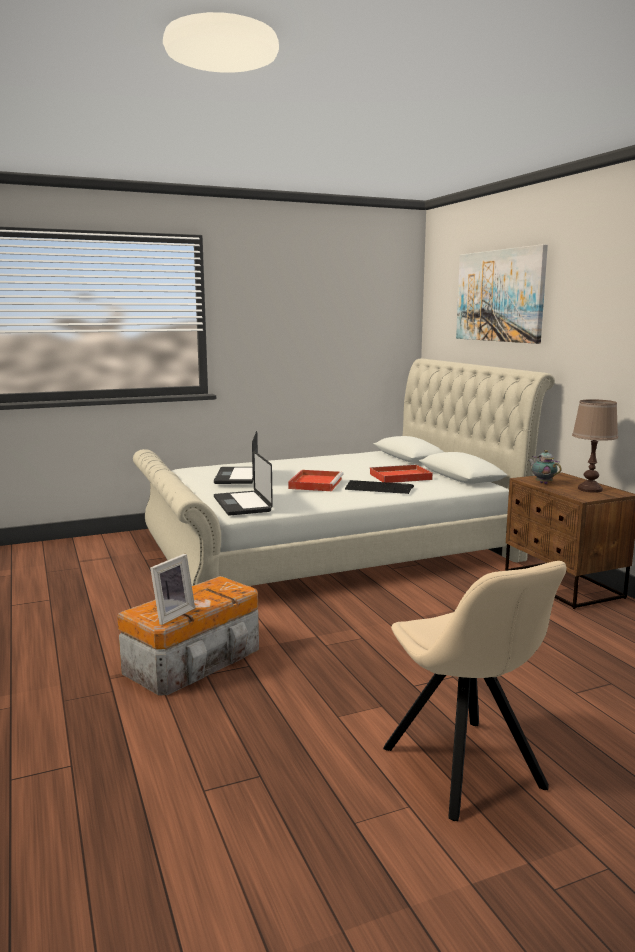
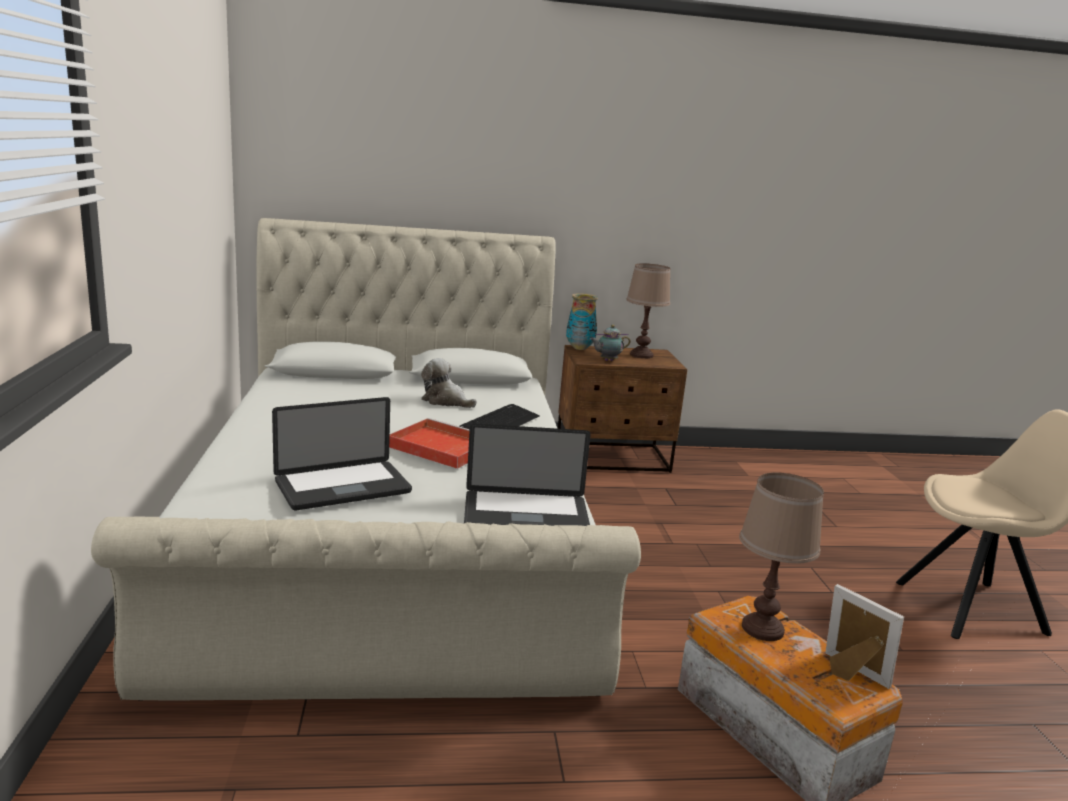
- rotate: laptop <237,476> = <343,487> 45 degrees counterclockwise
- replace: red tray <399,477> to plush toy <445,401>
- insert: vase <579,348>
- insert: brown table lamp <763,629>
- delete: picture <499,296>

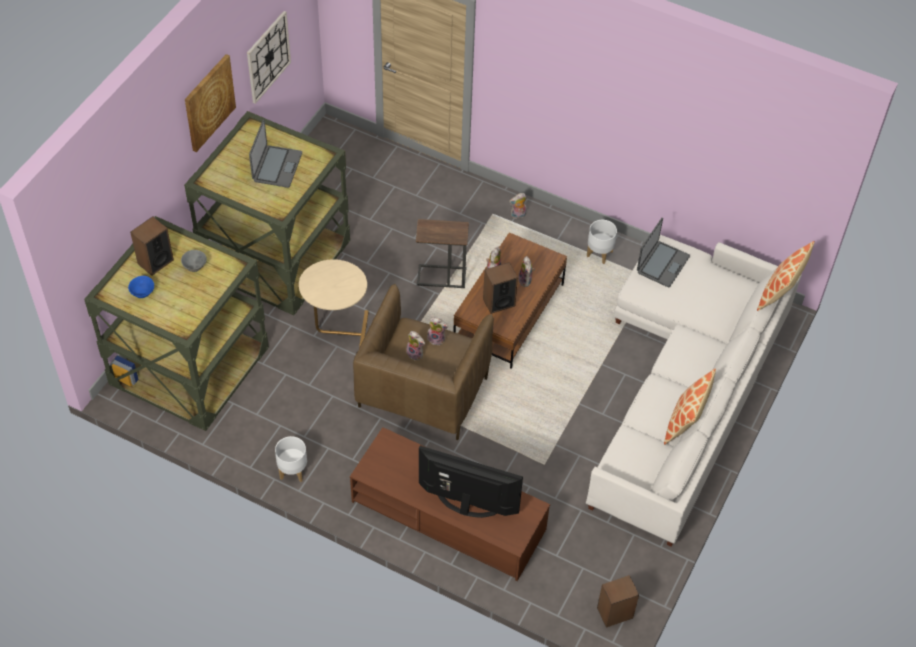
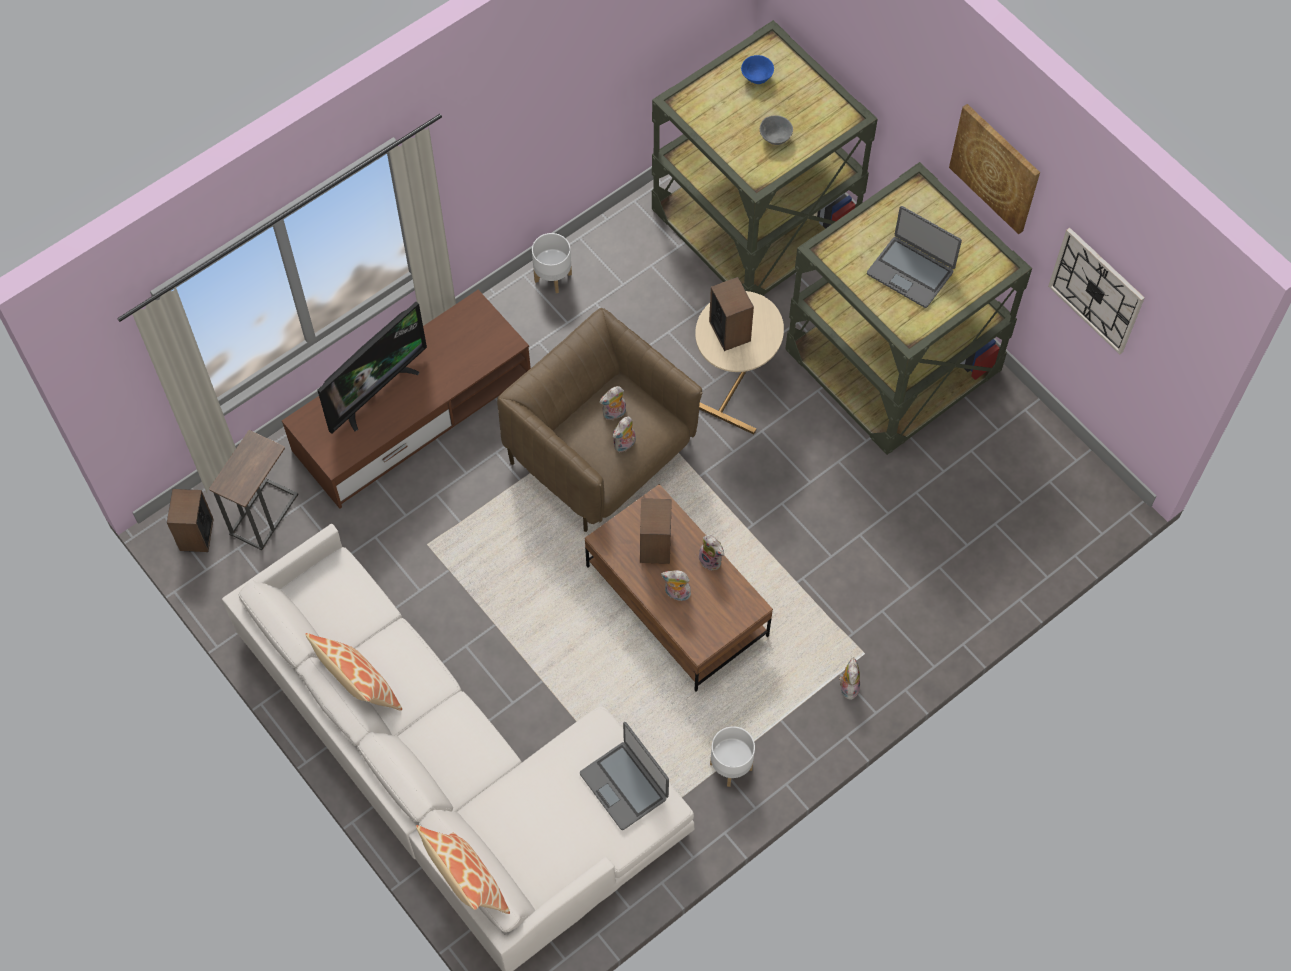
- move: brown side table <442,276> to <264,515>
- move: speaker <155,261> to <730,331>

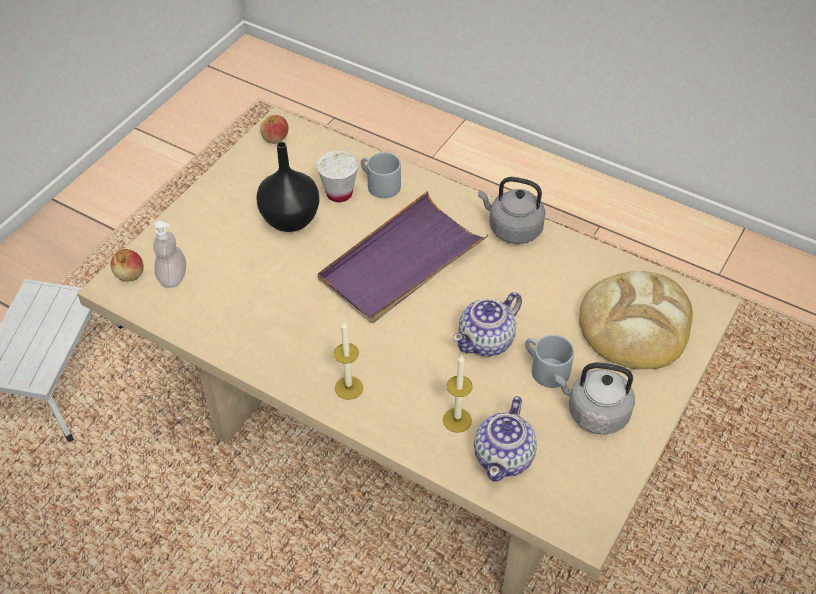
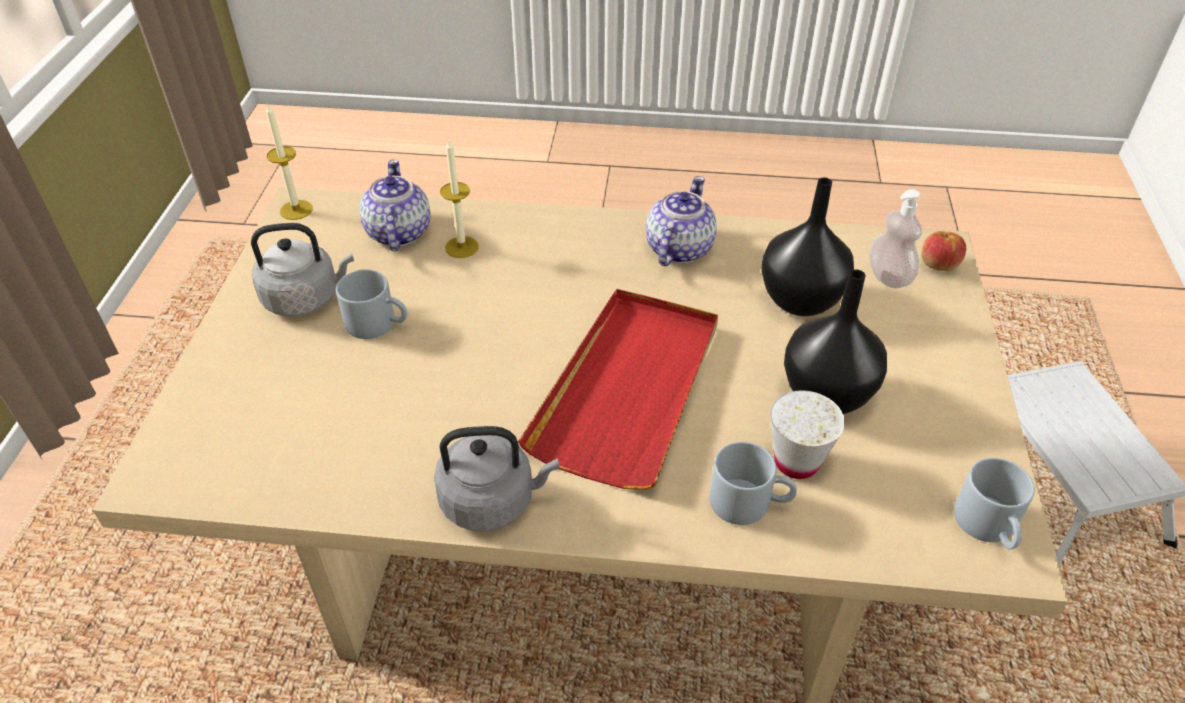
- move: candle <348,388> to <296,210>
- recolor: purple tray <401,262> to red tray <629,389>
- move: teapot <487,341> to <678,249>
- insert: black vase <798,300>
- replace: apple <275,138> to grey mug <990,526>
- delete: bread <635,324>

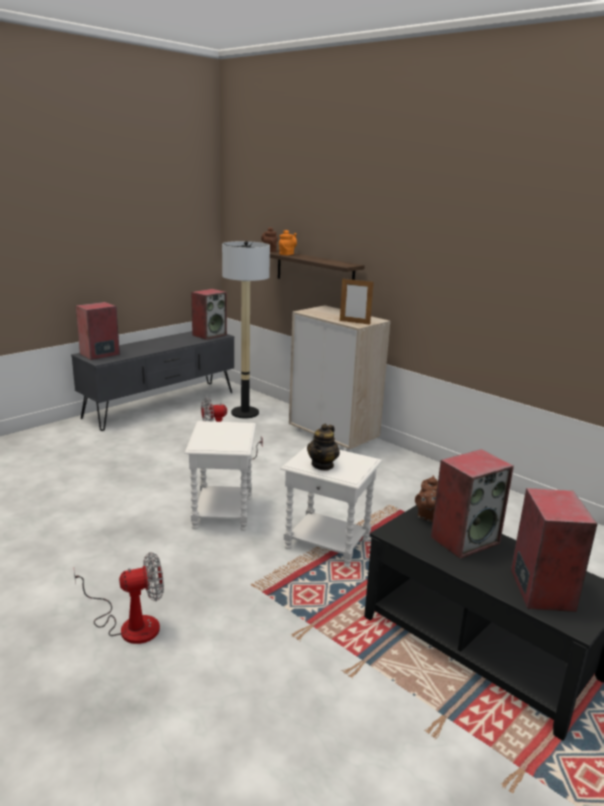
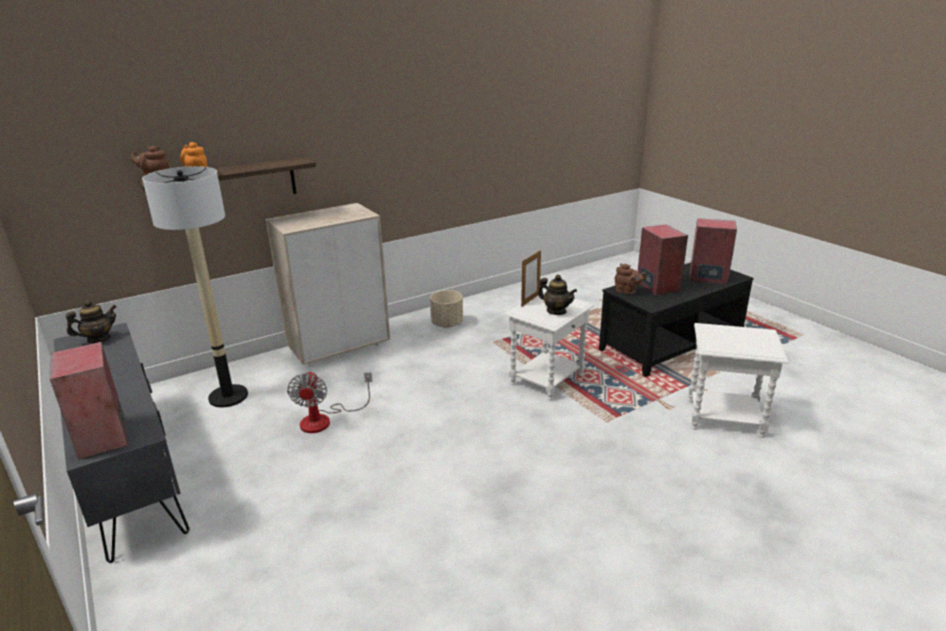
- replace: speaker <209,335> to teapot <98,339>
- insert: beige planter <447,324>
- move: picture frame <354,322> to <530,300>
- move: white side table <221,512> to <724,418>
- delete: fan <129,624>

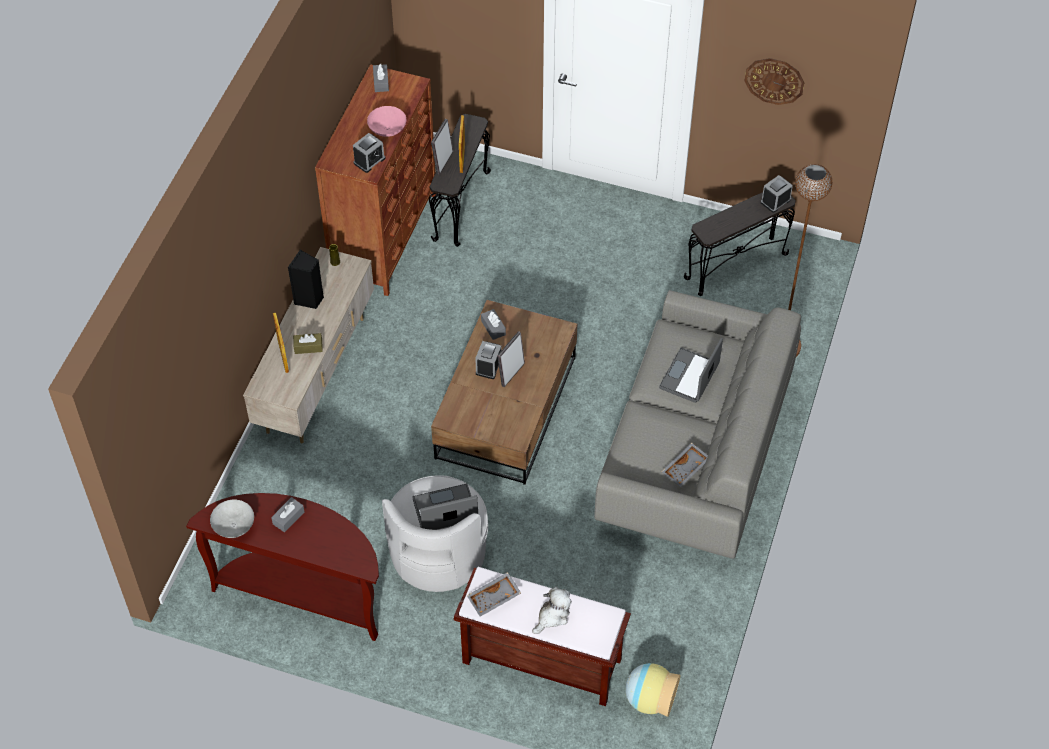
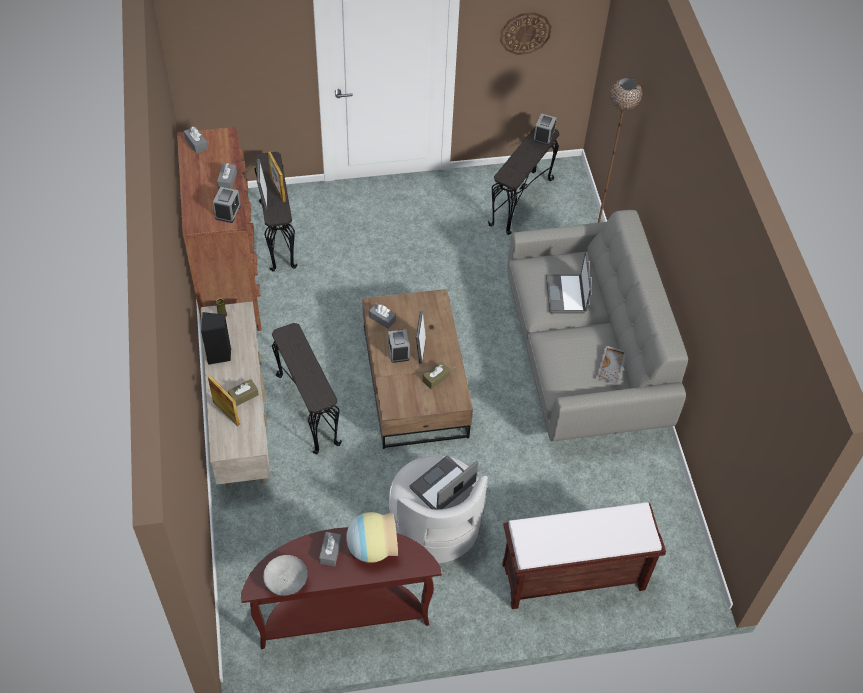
- replace: pink bowl <387,129> to grey tissue box <227,180>
- insert: black side table <308,410>
- move: vase <649,699> to <372,547>
- insert: brown tissue box <436,378>
- delete: grey tray <494,598>
- delete: plush toy <552,616>

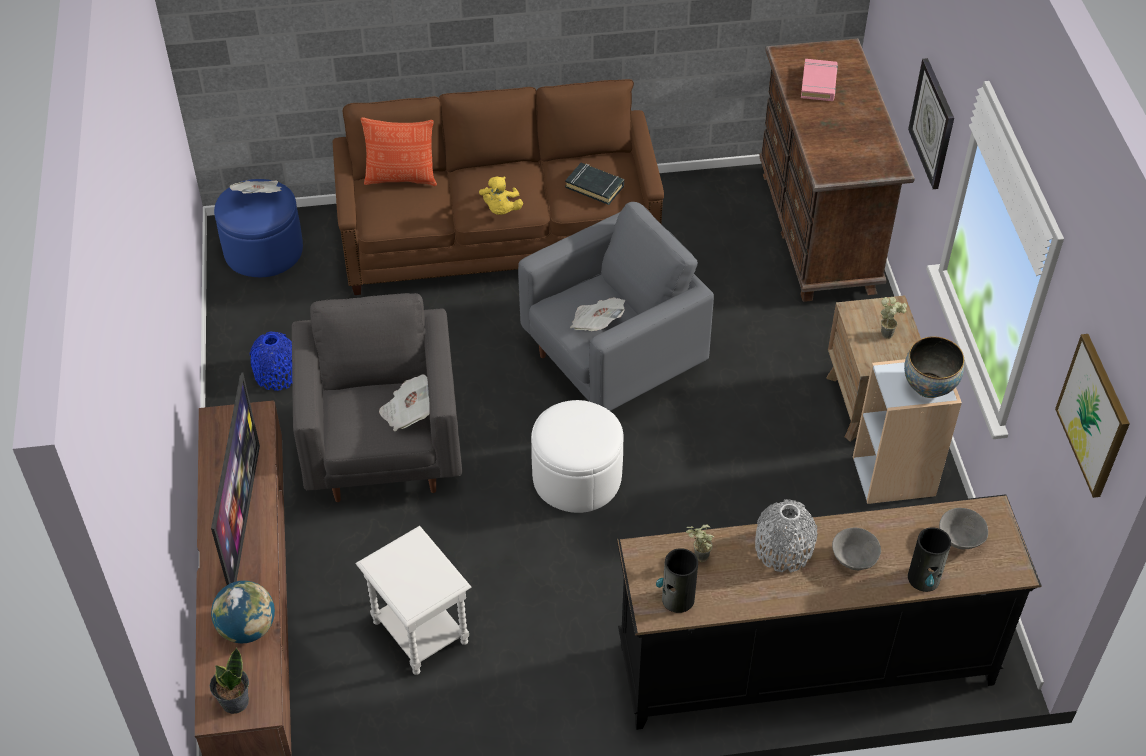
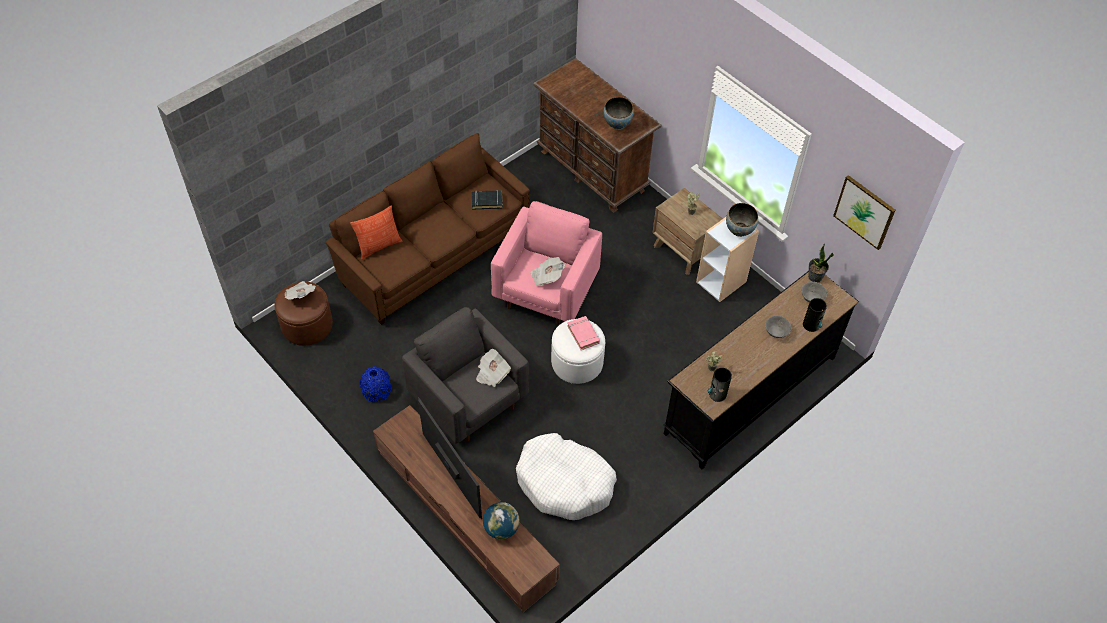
- recolor: blue ottoman <263,250> to brown ottoman <307,325>
- recolor: grey armchair <613,361> to pink armchair <546,292>
- replace: white side table <419,632> to white dog bed <564,483>
- move: pink book <819,83> to <583,334>
- insert: bowl <617,124>
- move: potted plant <234,701> to <815,277>
- delete: yellow plush toy <501,210>
- delete: grey vase <783,549>
- delete: wall clock <933,123>

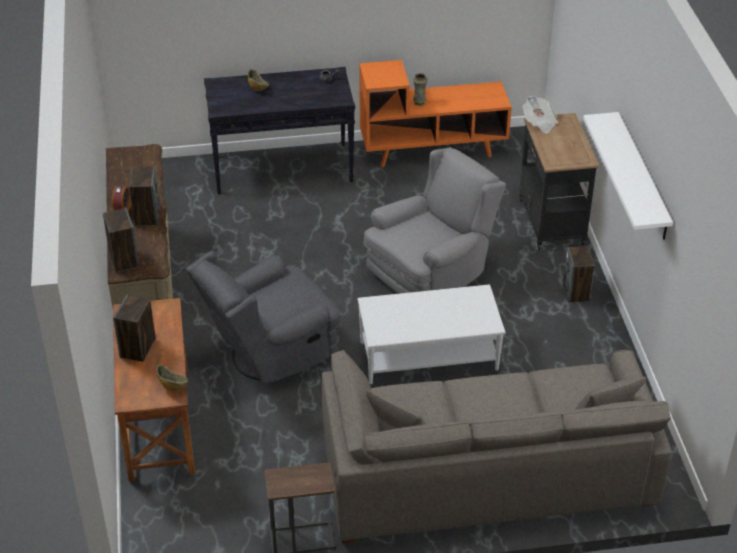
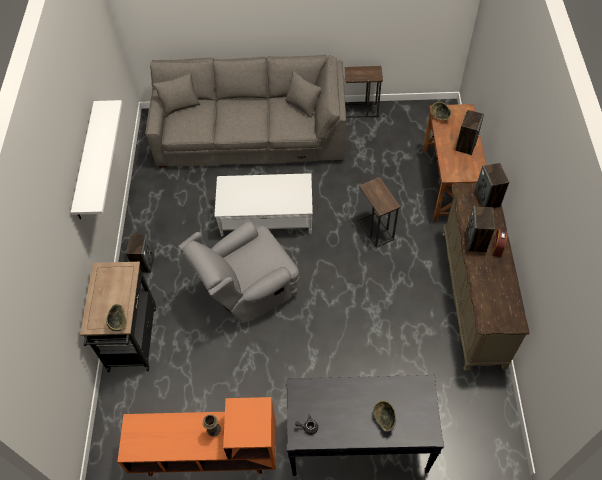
- replace: newspaper <539,123> to bowl <119,323>
- replace: grey armchair <269,354> to brown side table <376,229>

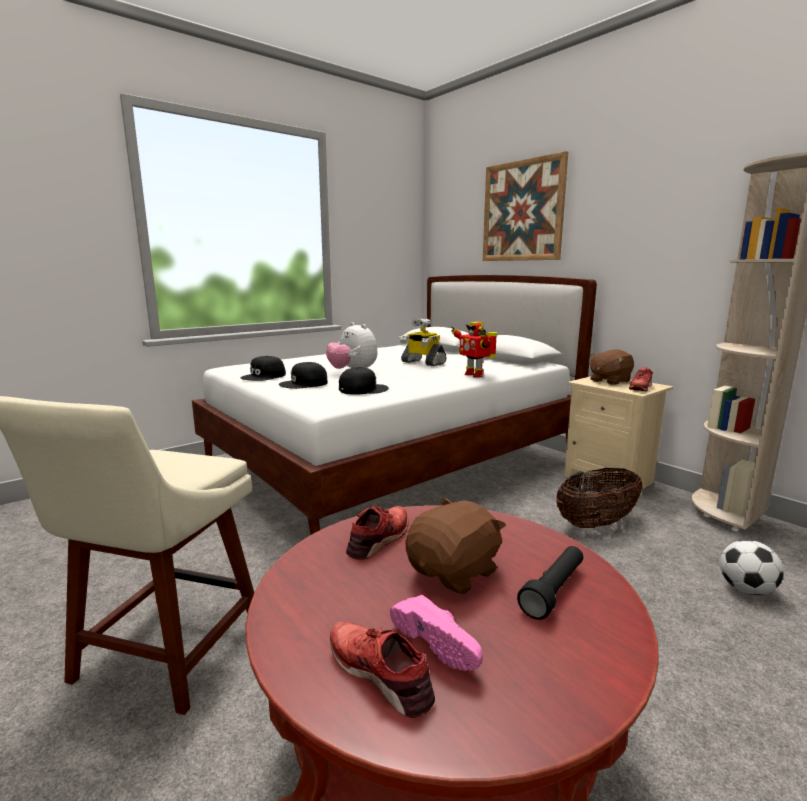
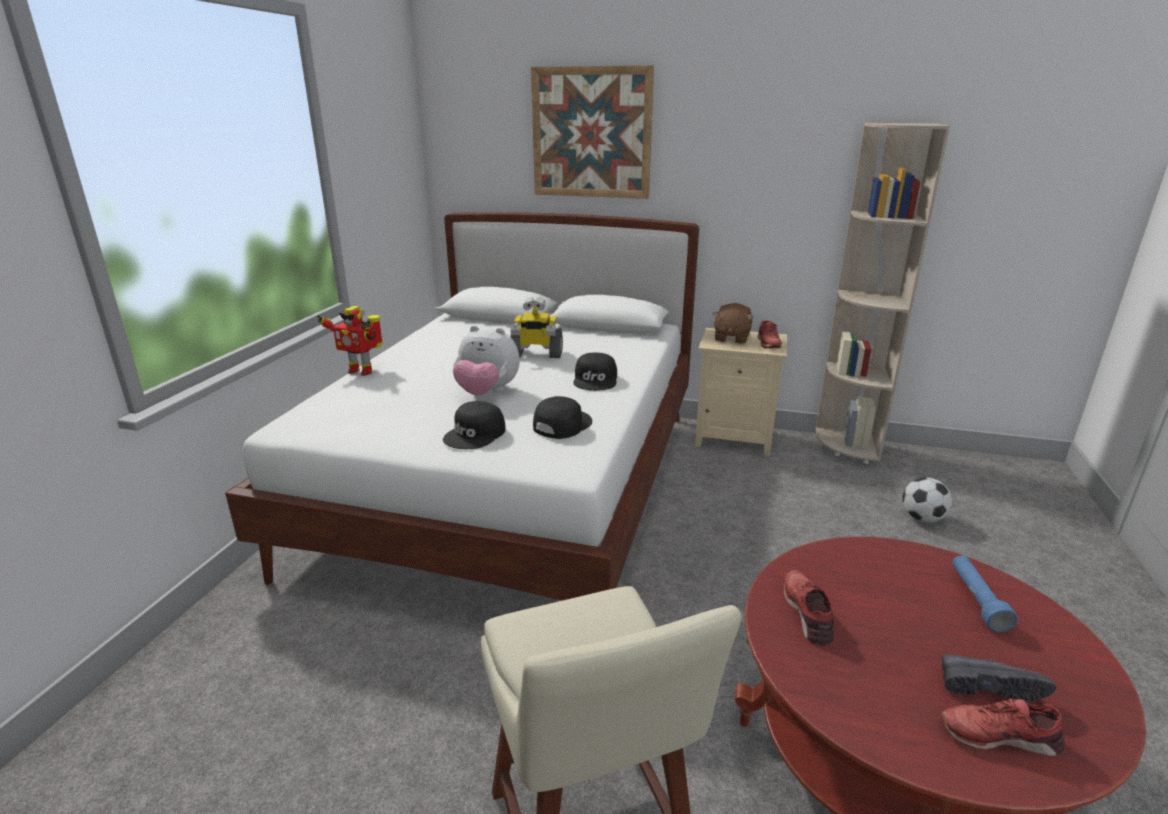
- move: toy robot <474,375> to <361,371>
- move: black cap <264,376> to <596,380>
- recolor: pink shoe <440,642> to black shoe <988,687>
- recolor: black flashlight <554,591> to blue flashlight <976,600>
- delete: brown plush toy <454,572>
- delete: basket <596,523>

